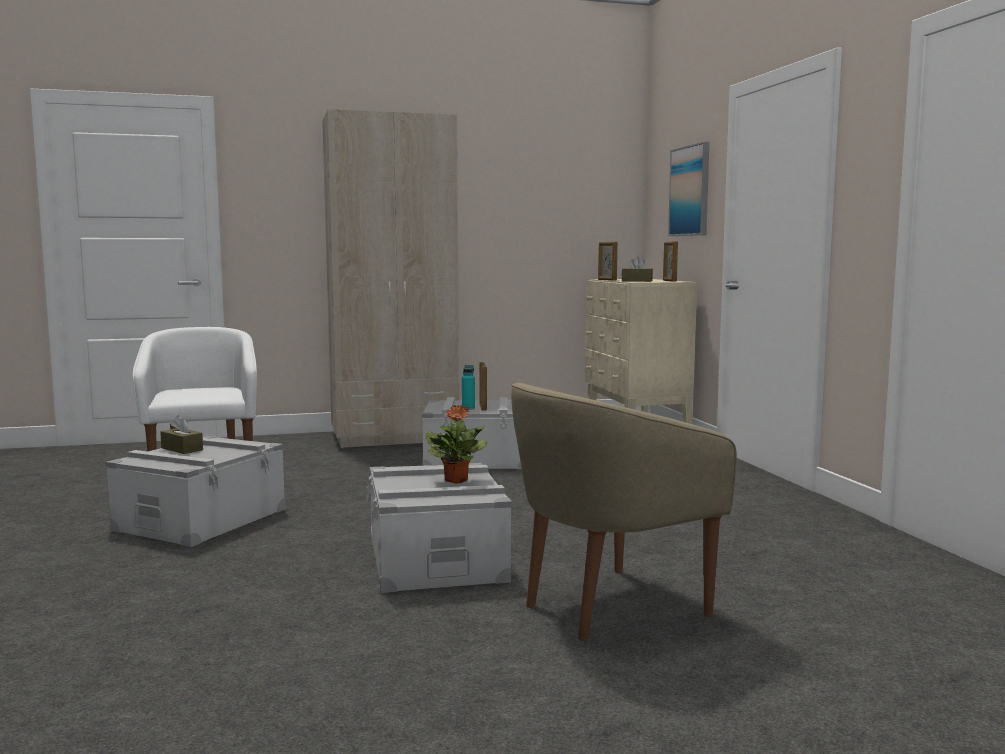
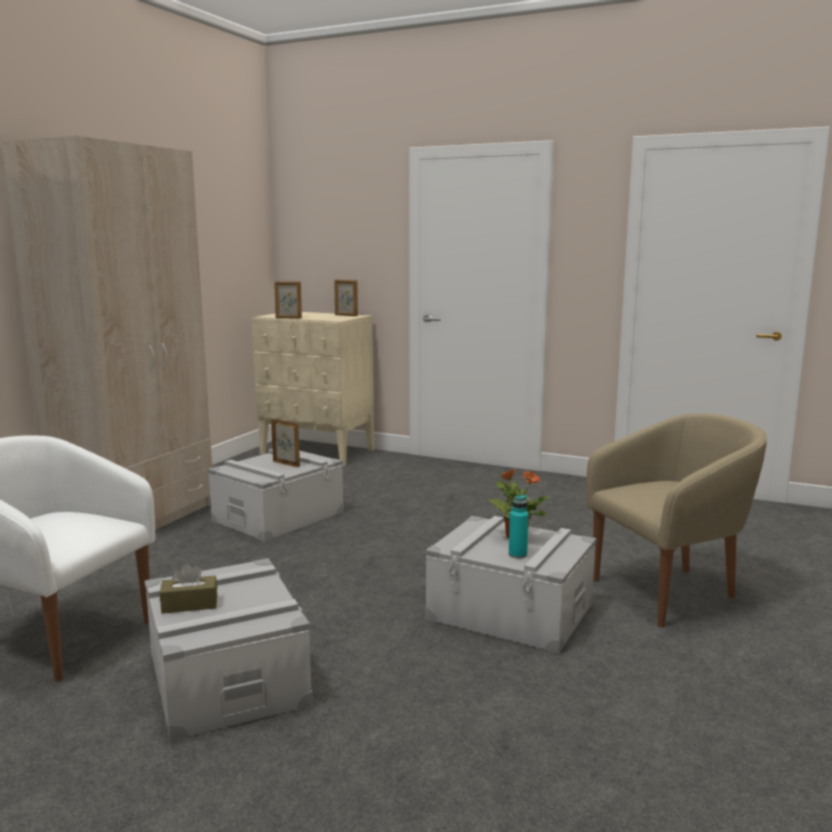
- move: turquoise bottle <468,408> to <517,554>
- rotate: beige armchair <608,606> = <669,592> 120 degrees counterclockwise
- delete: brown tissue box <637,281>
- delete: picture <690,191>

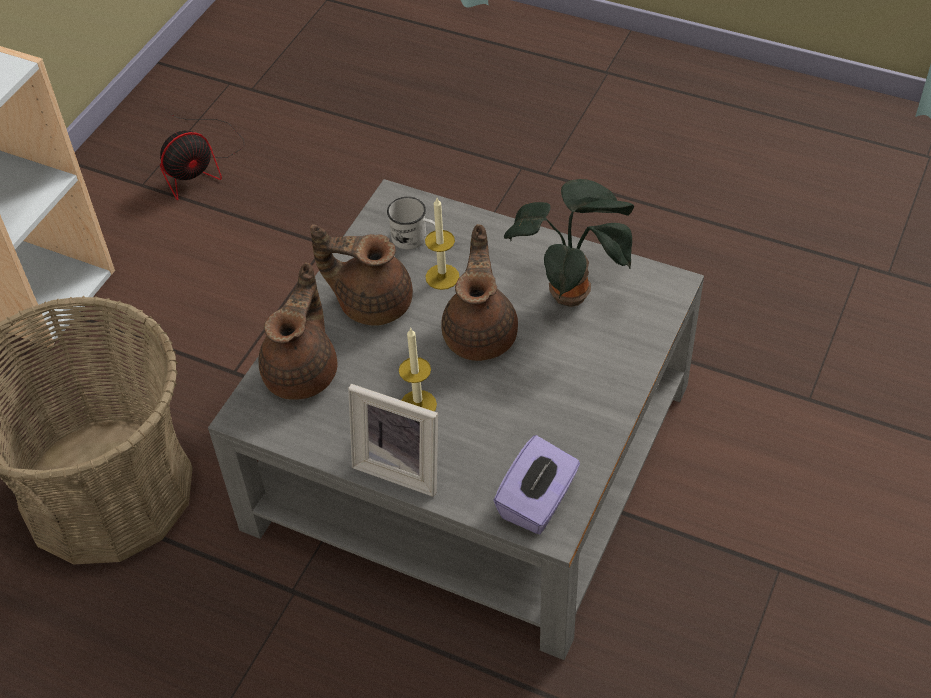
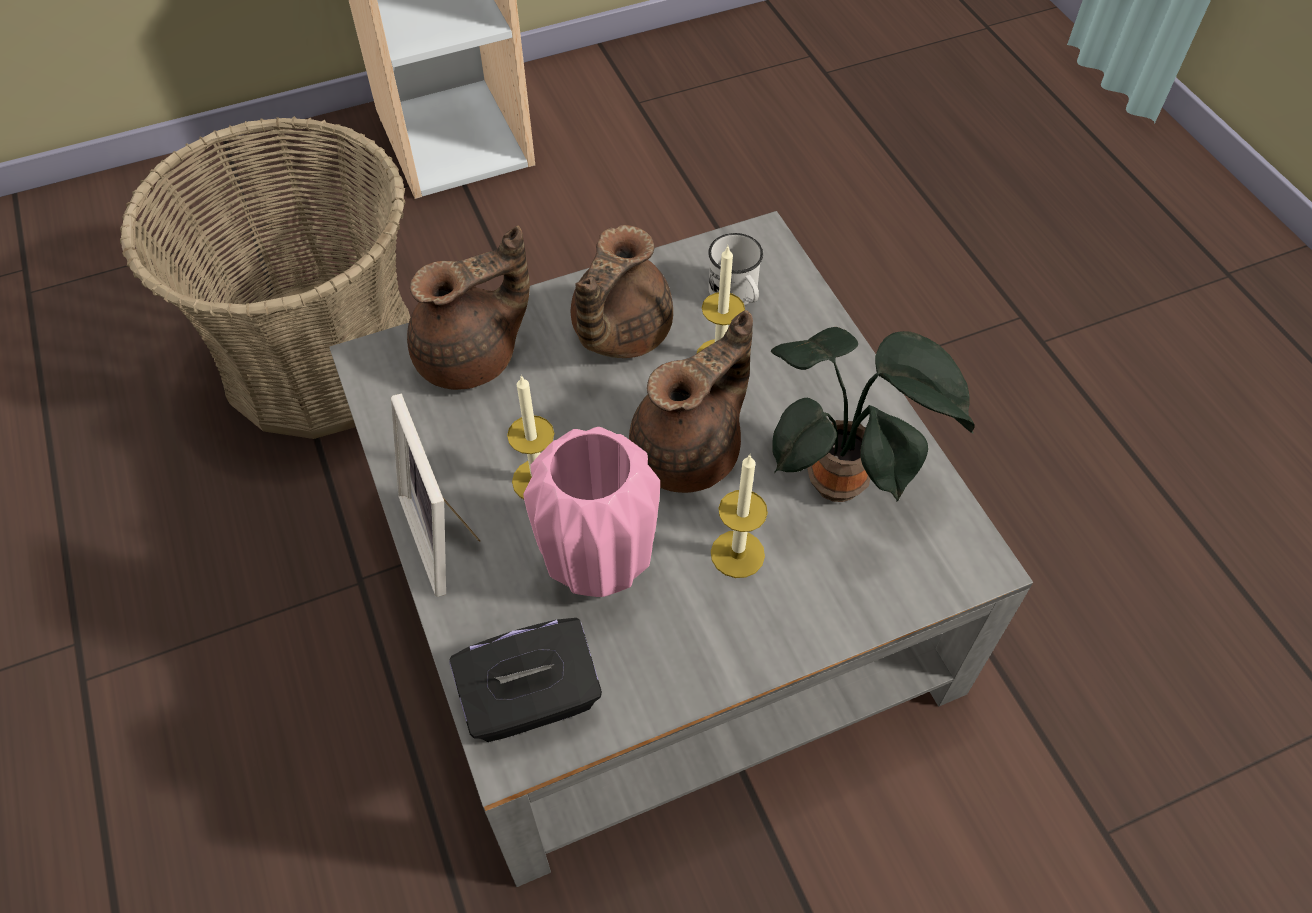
- recolor: purple tissue box <537,502> to black tissue box <531,700>
- insert: pink vase <600,563>
- rotate: brown teapot <372,302> = <618,332> 120 degrees counterclockwise
- insert: candle <737,554>
- delete: fan <199,164>

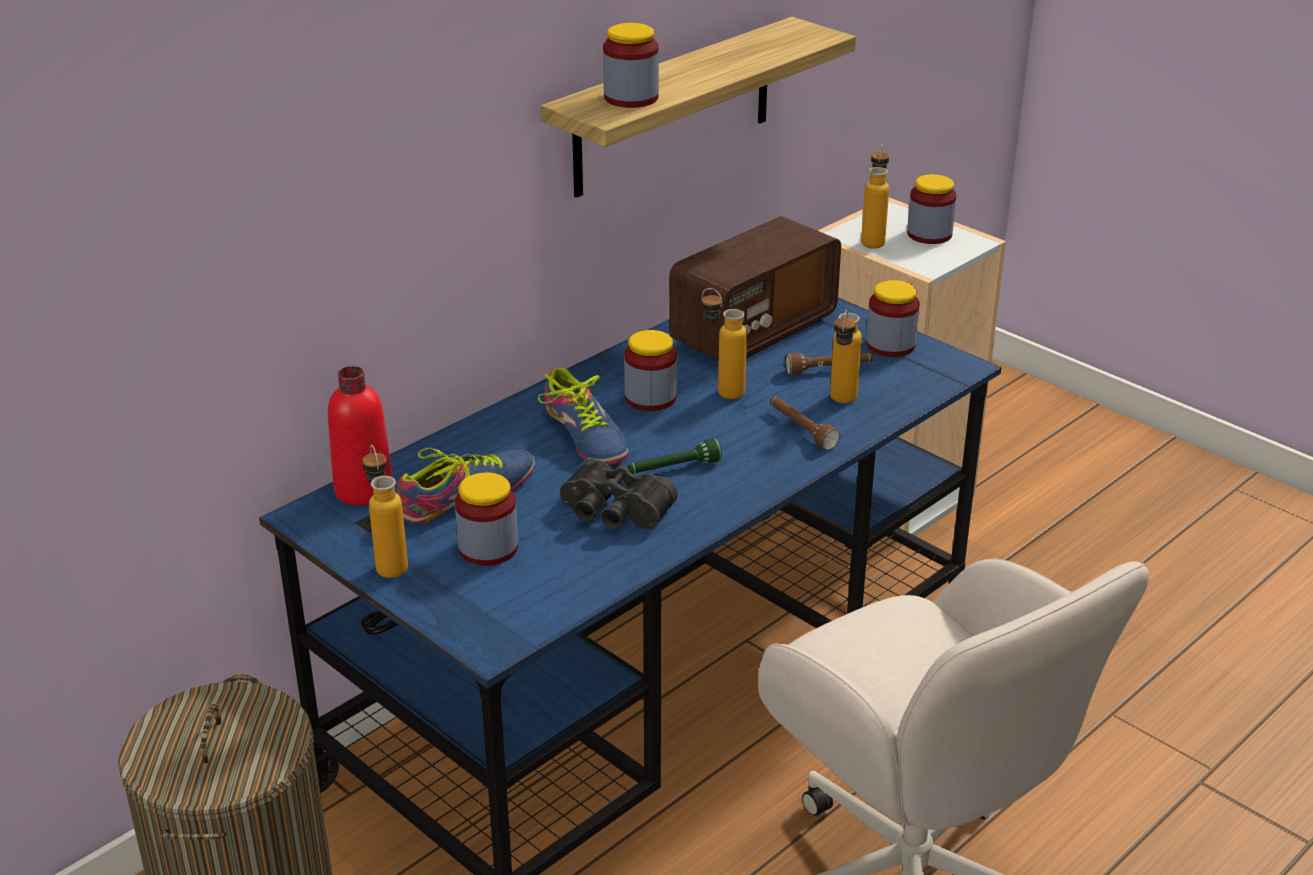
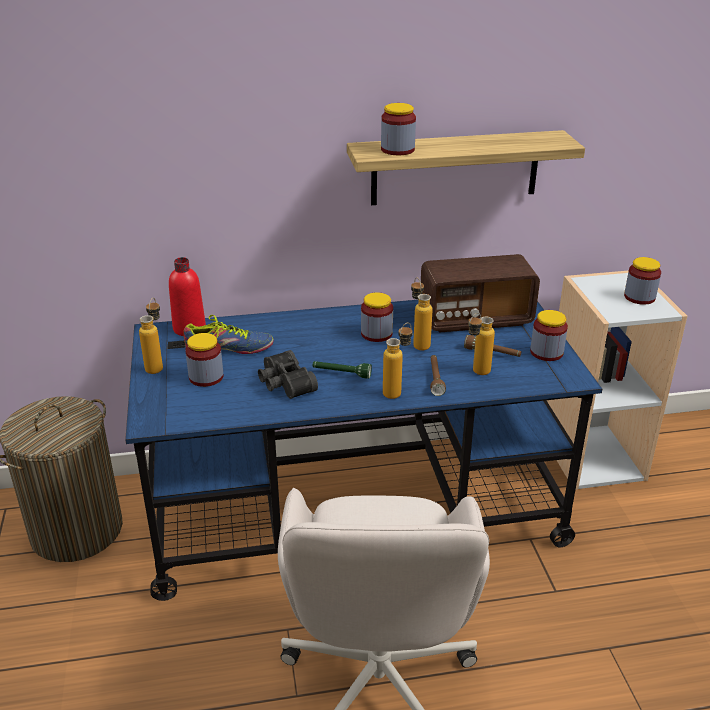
- move: bottle <873,239> to <397,391>
- delete: shoe <586,435>

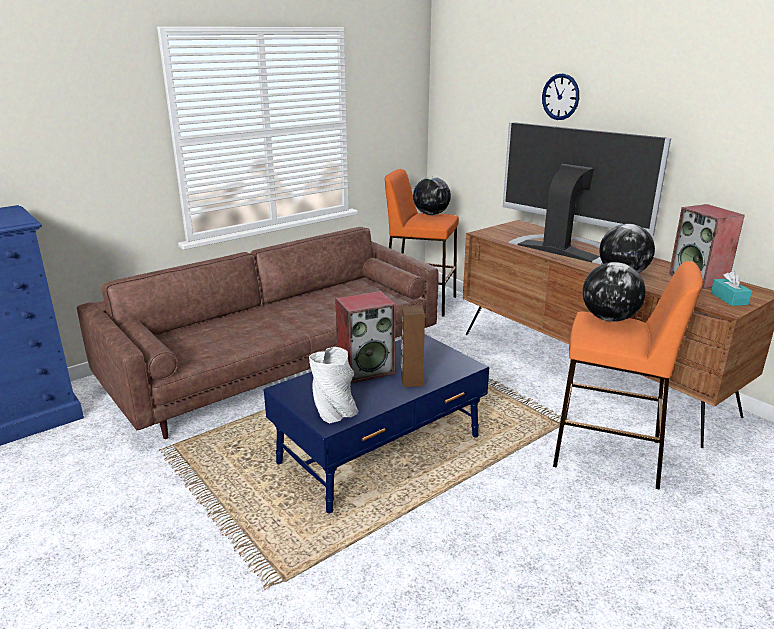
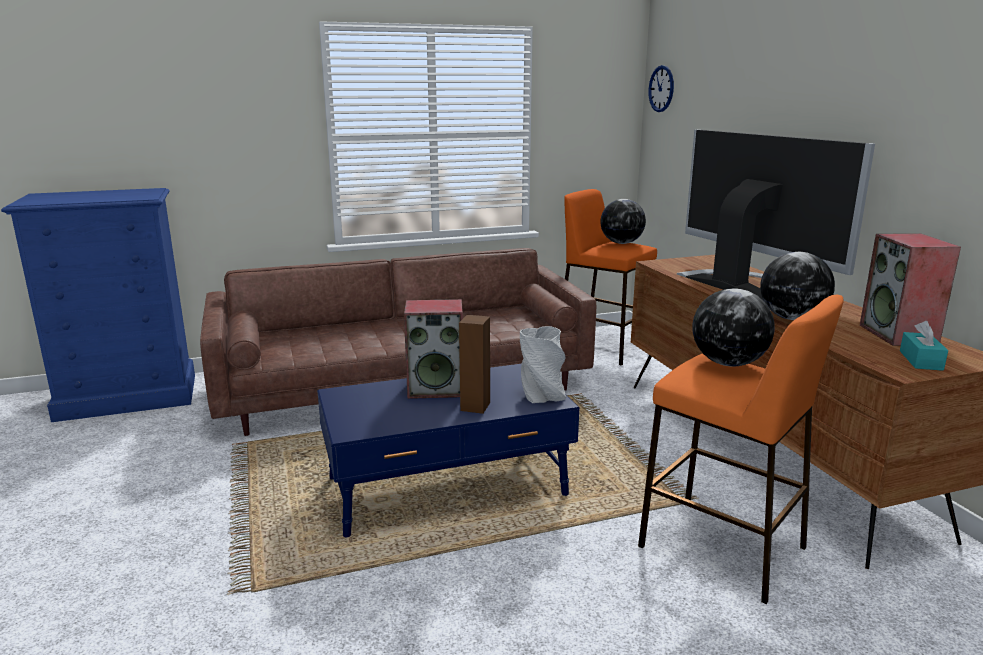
- move: grey vase <334,412> to <541,395>
- move: wall clock <560,97> to <661,88>

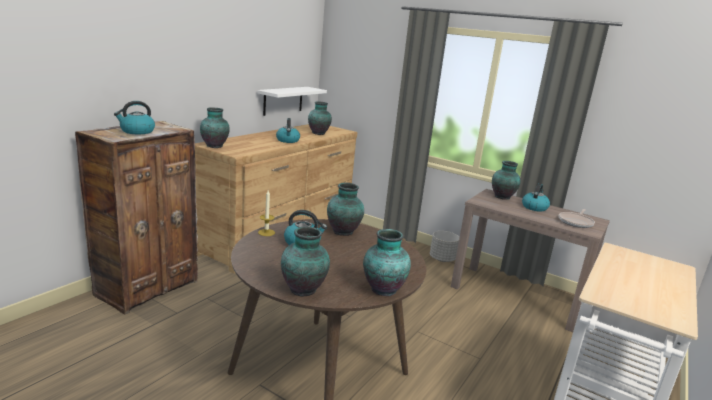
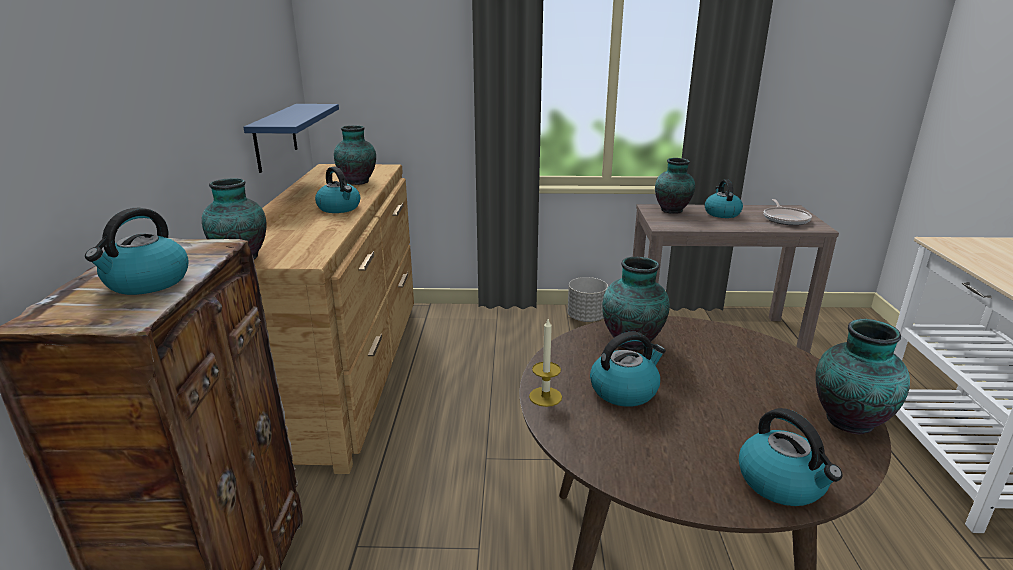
- recolor: white shelf <283,100> to blue shelf <275,137>
- replace: vase <304,289> to kettle <782,483>

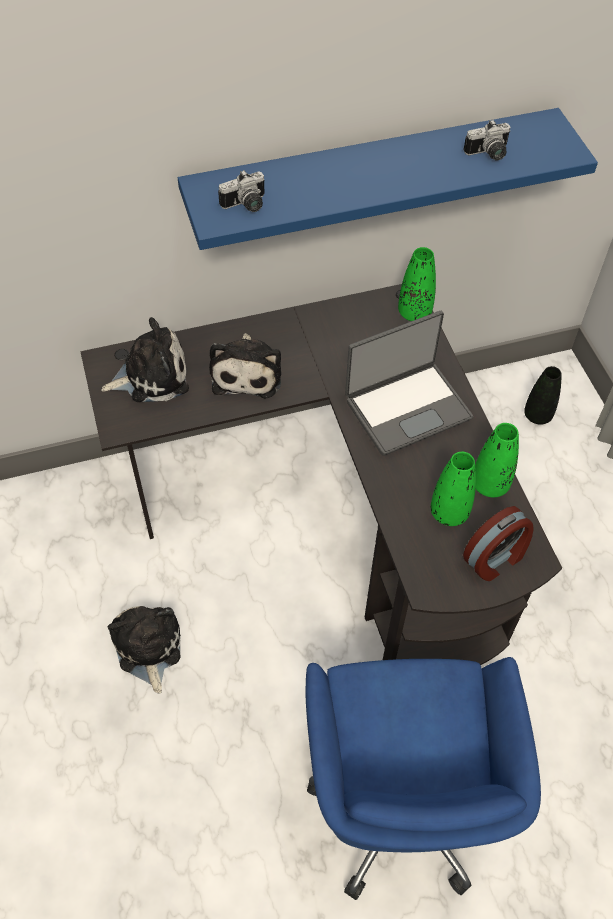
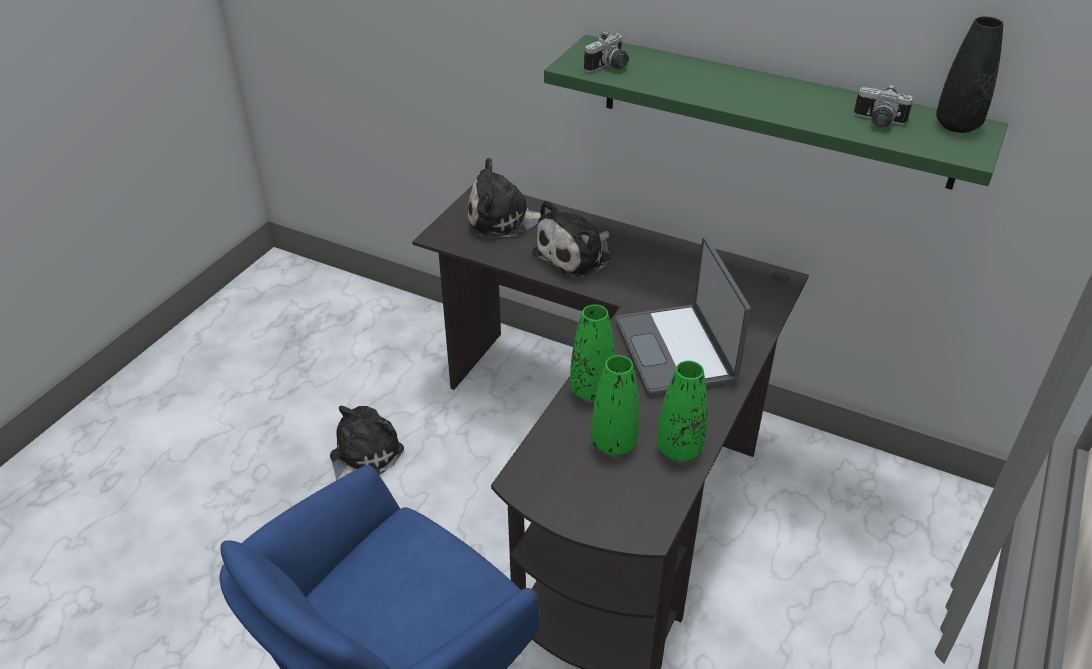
- rotate: plush toy <151,375> = <503,219> 150 degrees clockwise
- recolor: blue shelf <372,170> to green shelf <774,111>
- move: green vase <414,313> to <591,391>
- rotate: photo camera <246,205> = <609,67> 60 degrees counterclockwise
- rotate: laptop <407,407> = <677,351> 60 degrees clockwise
- move: black vase <537,416> to <957,125>
- delete: alarm clock <495,558>

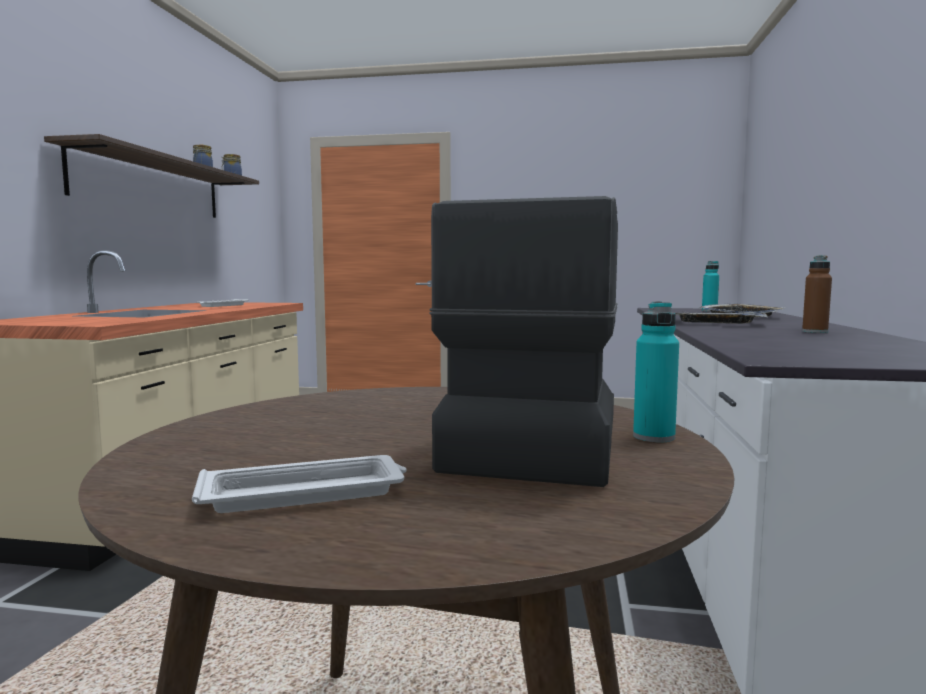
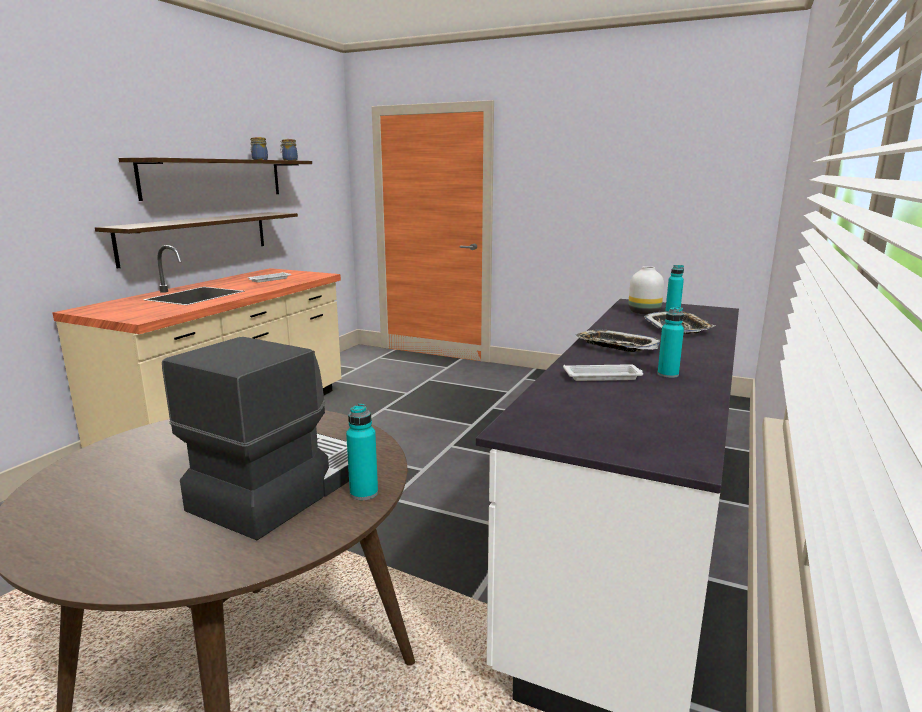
- insert: shelf <197,237>
- move: white tray <306,493> to <603,377>
- insert: white vase <644,312>
- recolor: brown bottle <815,332> to turquoise bottle <668,374>

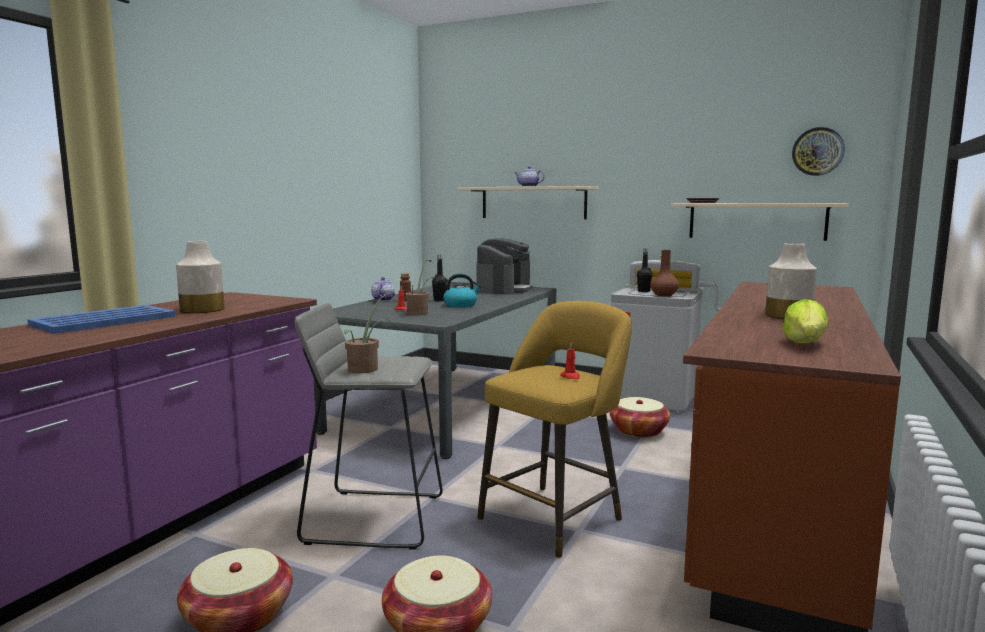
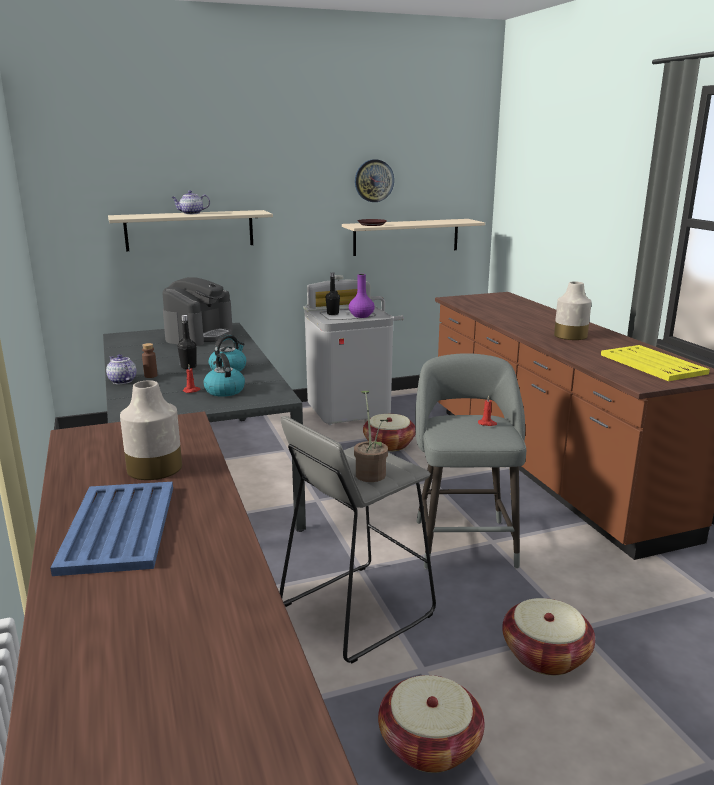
- rotate: coffee machine <504,289> = <199,335> 45 degrees clockwise
- replace: potted plant <420,313> to kettle <224,390>
- recolor: brown vase <663,295> to purple vase <361,316>
- move: wall clock <817,151> to <374,180>
- recolor: yellow stool <555,517> to grey stool <463,540>
- replace: lettuce <805,344> to yellow tray <652,364>

